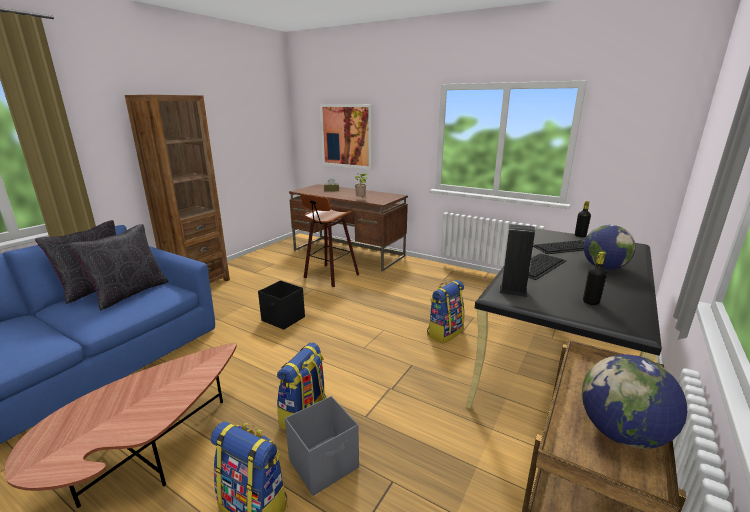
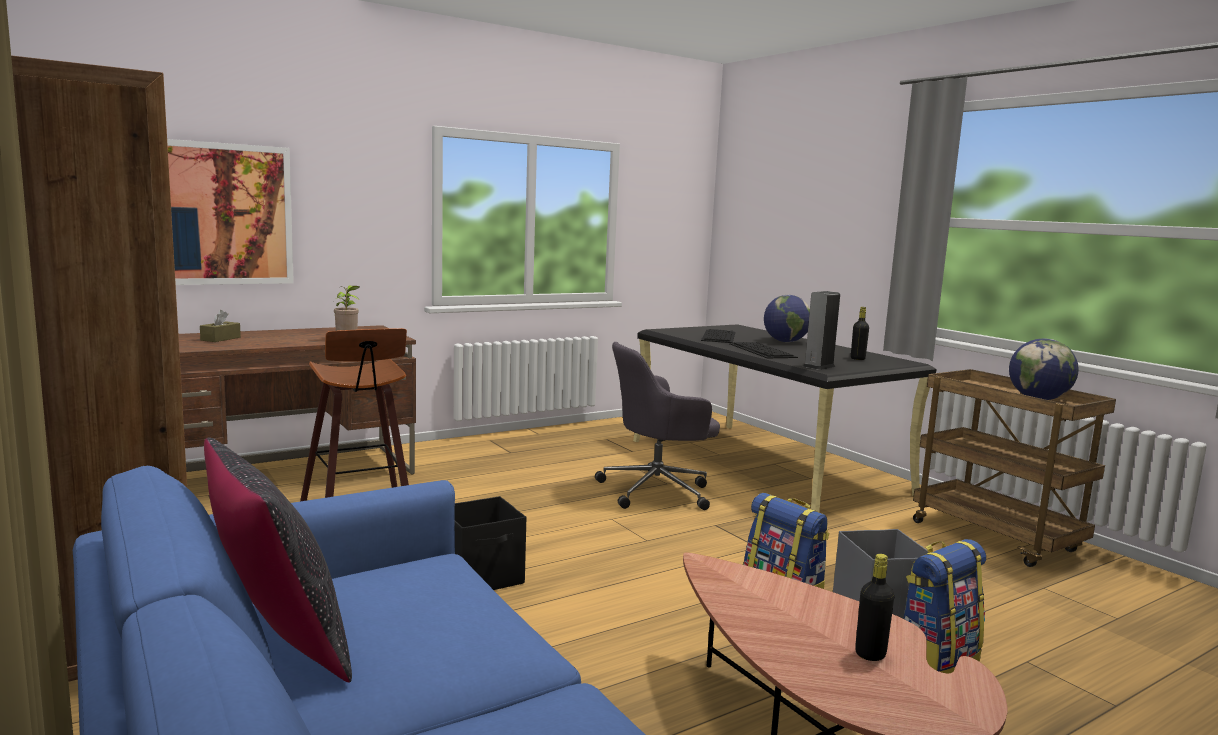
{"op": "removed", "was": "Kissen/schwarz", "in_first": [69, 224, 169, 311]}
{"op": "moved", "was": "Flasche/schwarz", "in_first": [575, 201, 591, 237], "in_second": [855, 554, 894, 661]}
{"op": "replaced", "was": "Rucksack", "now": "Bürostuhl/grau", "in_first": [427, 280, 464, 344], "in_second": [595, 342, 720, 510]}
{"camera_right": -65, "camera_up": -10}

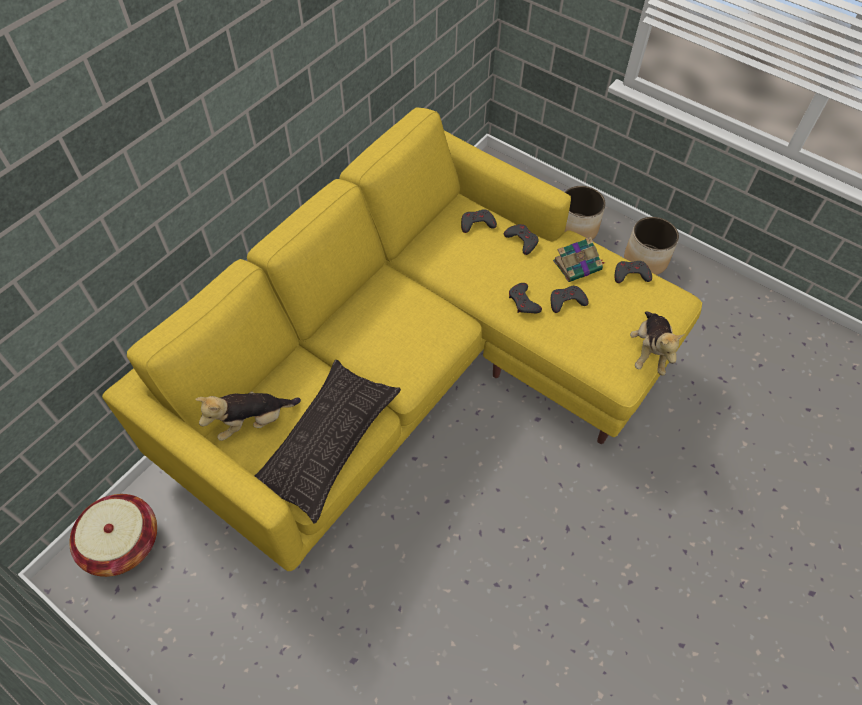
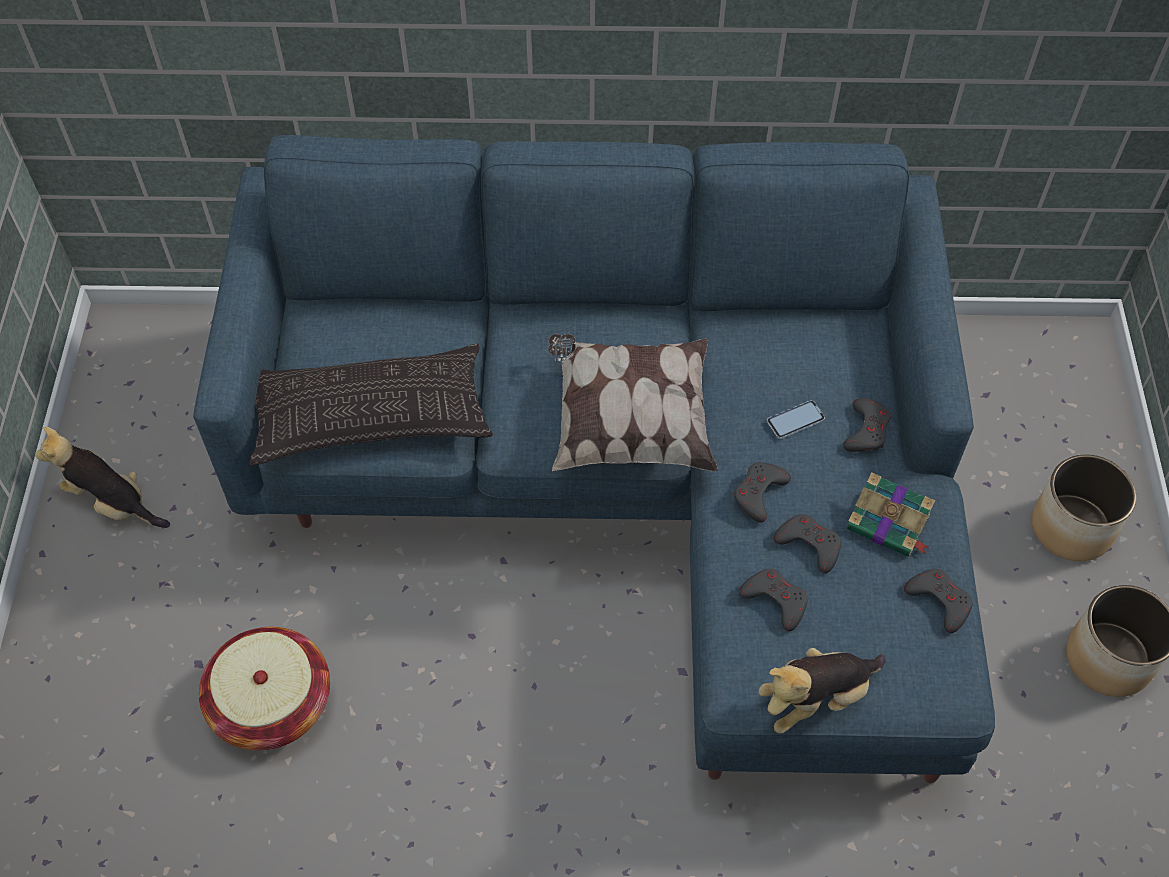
{"op": "added", "now": "Kissen", "in_second": [548, 334, 718, 472]}
{"op": "added", "now": "Handy", "in_second": [767, 400, 825, 439]}
{"op": "moved", "was": "Korb", "in_first": [69, 494, 157, 577], "in_second": [199, 627, 330, 751]}
{"op": "moved", "was": "Plüschtier", "in_first": [195, 392, 301, 441], "in_second": [35, 427, 170, 528]}
{"op": "moved", "was": "Gamepad/grau", "in_first": [461, 209, 497, 233], "in_second": [739, 569, 807, 631]}
{"op": "recoloured", "was": "Sofa/gelb", "now": "Sofa/blau", "in_first": [102, 108, 702, 571], "in_second": [193, 135, 995, 783]}
{"camera_right": 55, "camera_up": 0}

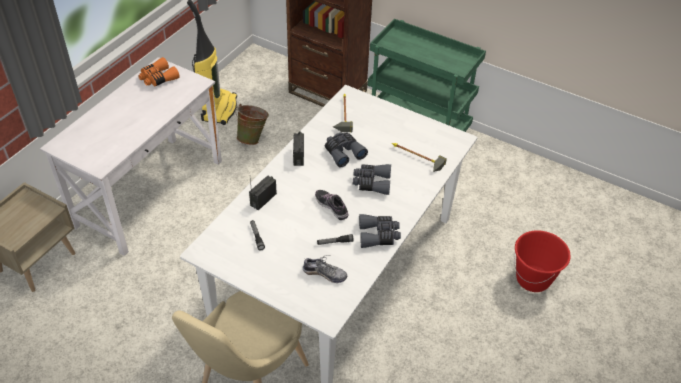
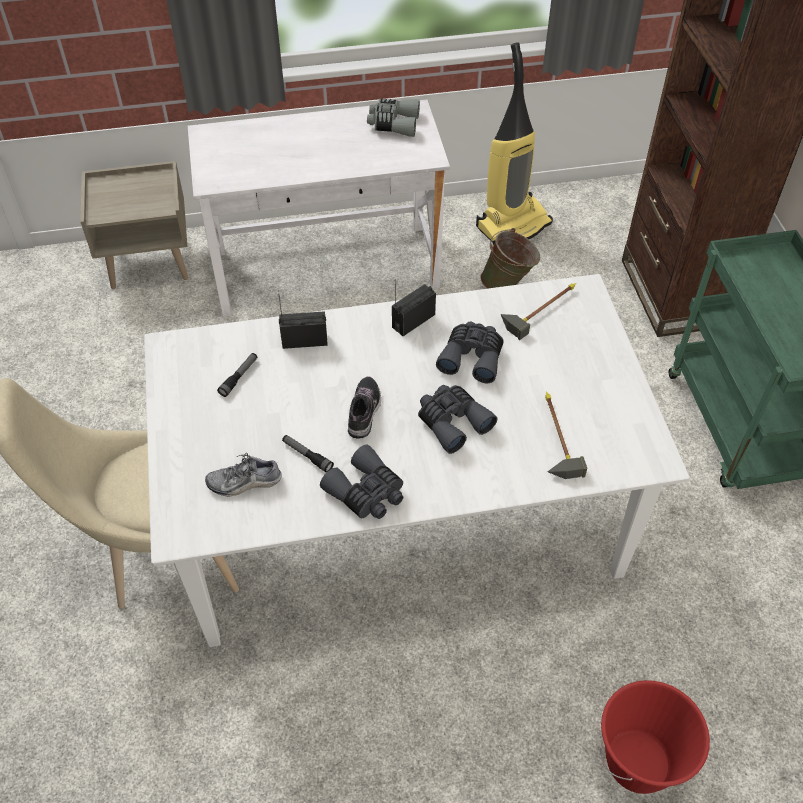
{"op": "recoloured", "was": "Fernglas/orange", "now": "Fernglas/grau", "in_first": [138, 57, 180, 86], "in_second": [367, 99, 420, 137]}
{"op": "turned", "was": "Schuh", "in_first": [303, 255, 347, 283], "in_second": [205, 453, 282, 497], "clockwise": 105}
{"camera_right": 50, "camera_up": 5}

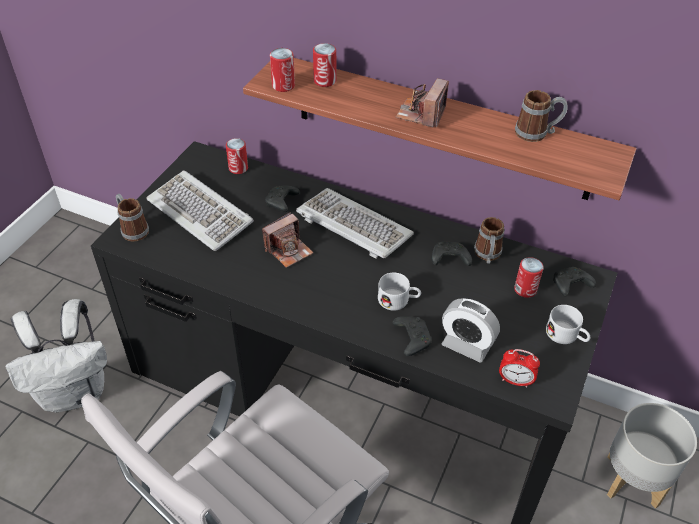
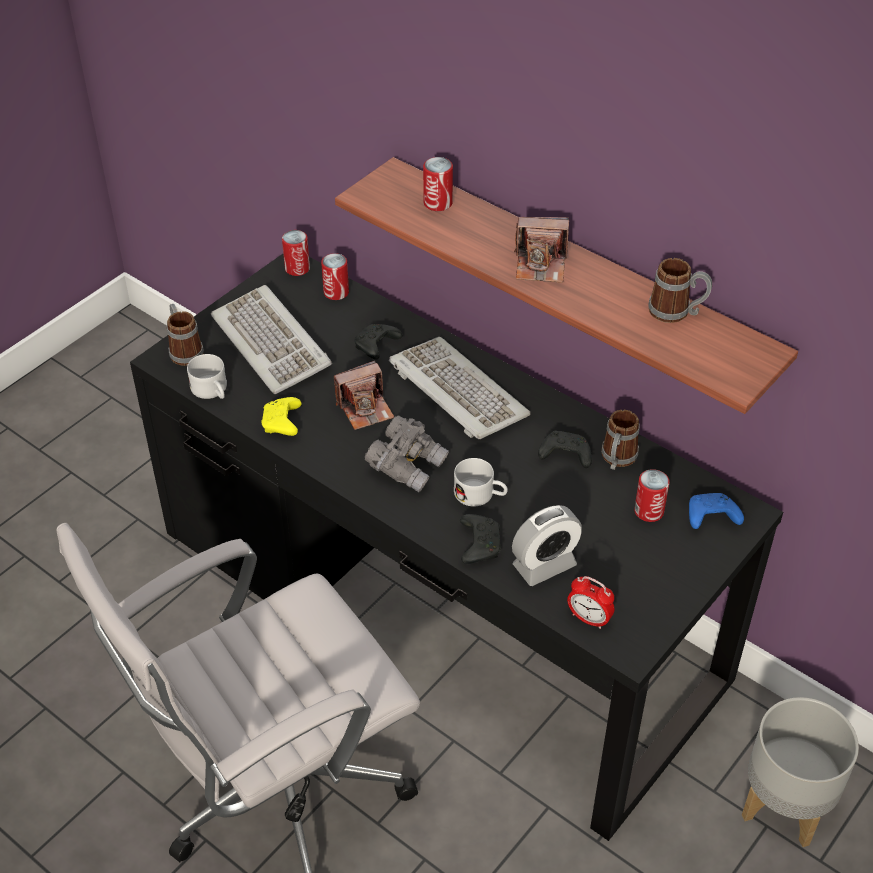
{"op": "removed", "was": "Rucksack/weiß", "in_first": [6, 299, 107, 412]}
{"op": "added", "now": "Gamepad/gelb", "in_second": [261, 397, 302, 436]}
{"op": "added", "now": "Fernglas/grau", "in_second": [364, 415, 449, 492]}
{"op": "moved", "was": "Dose", "in_first": [270, 48, 295, 92], "in_second": [282, 230, 310, 276]}
{"op": "moved", "was": "Henkelbecher/weiß", "in_first": [546, 305, 591, 344], "in_second": [187, 354, 227, 399]}
{"op": "recoloured", "was": "Gamepad/schwarz", "now": "Gamepad/blau", "in_first": [553, 267, 596, 297], "in_second": [689, 493, 744, 529]}
{"op": "turned", "was": "Kamera", "in_first": [396, 78, 449, 128], "in_second": [514, 217, 569, 283], "clockwise": -120}
{"op": "turned", "was": "Wecker", "in_first": [441, 298, 500, 363], "in_second": [512, 505, 582, 586], "clockwise": -75}
{"camera_right": 15, "camera_up": 0}

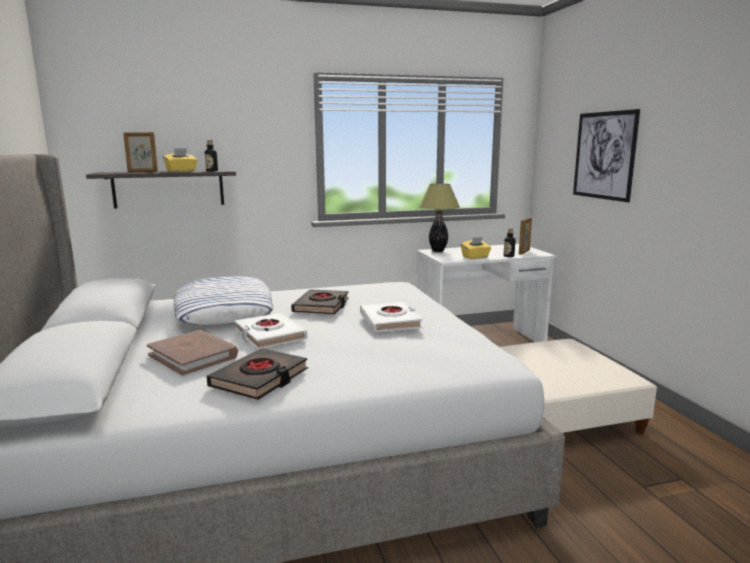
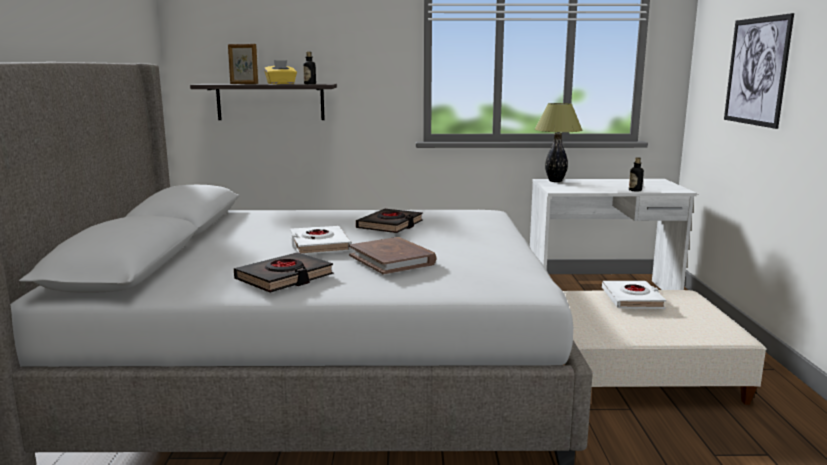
{"op": "removed", "was": "Kissen", "in_first": [174, 276, 274, 326]}
{"op": "removed", "was": "Taschentuchbox/gelb", "in_first": [460, 237, 491, 259]}
{"op": "removed", "was": "Bilderrahmen", "in_first": [519, 218, 532, 255]}
{"op": "moved", "was": "Buch/braun", "in_first": [147, 330, 238, 376], "in_second": [349, 237, 436, 274]}
{"op": "moved", "was": "Buch/weiß", "in_first": [360, 302, 423, 332], "in_second": [602, 281, 666, 309]}
{"camera_right": 15, "camera_up": 0}

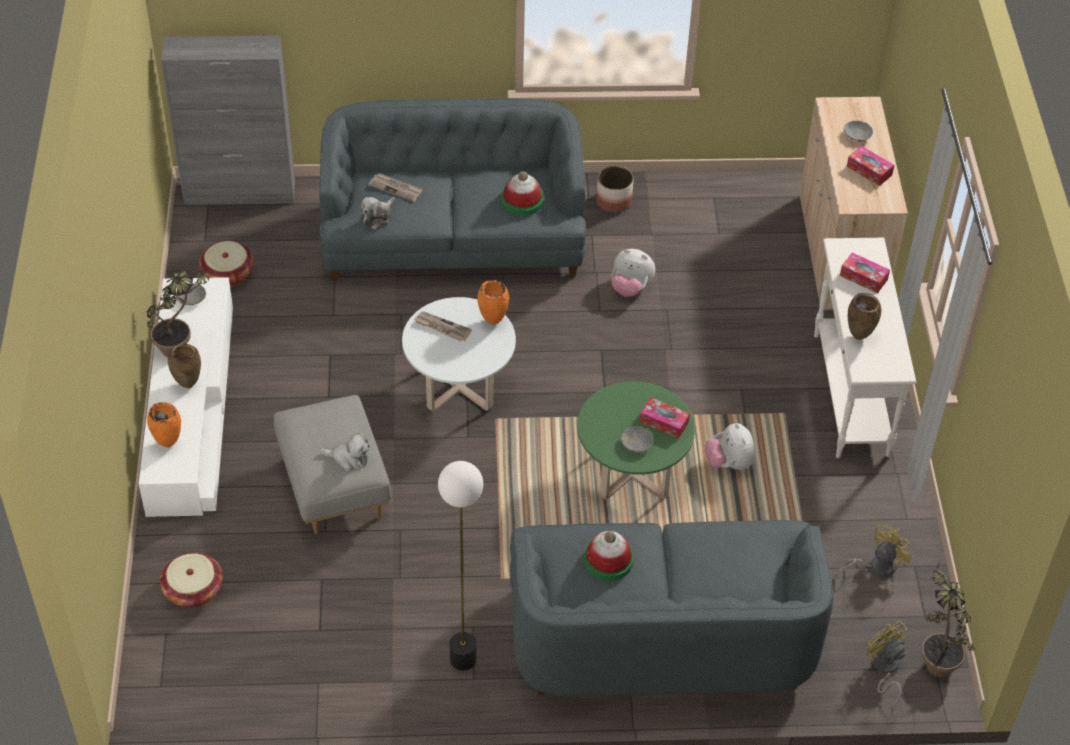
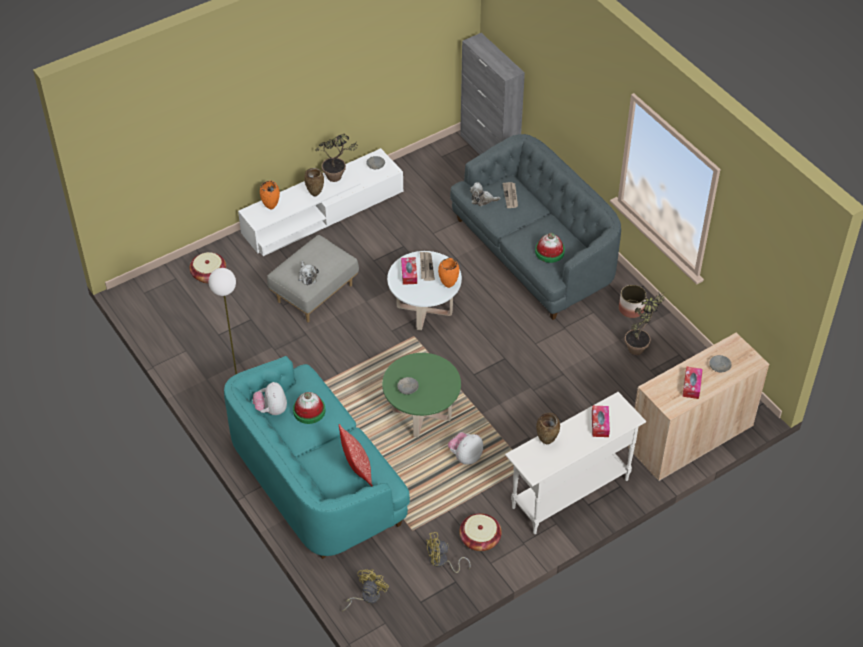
{"op": "added", "now": "Kissen", "in_second": [339, 424, 373, 487]}
{"op": "moved", "was": "Korb", "in_first": [199, 241, 254, 287], "in_second": [459, 513, 502, 551]}
{"op": "moved", "was": "Plüschtier", "in_first": [611, 249, 655, 297], "in_second": [253, 382, 287, 415]}
{"op": "moved", "was": "Taschentuchbox", "in_first": [639, 397, 690, 438], "in_second": [401, 257, 417, 285]}
{"op": "moved", "was": "Topfpflanze", "in_first": [921, 561, 975, 677], "in_second": [625, 292, 665, 355]}
{"op": "recoloured", "was": "Sofa/grau", "now": "Sofa/türkis", "in_first": [510, 520, 833, 696], "in_second": [224, 356, 410, 559]}
{"op": "turned", "was": "Ventilator/gelb", "in_first": [838, 525, 912, 576], "in_second": [426, 532, 471, 573], "clockwise": 150}
{"camera_right": 60, "camera_up": 0}

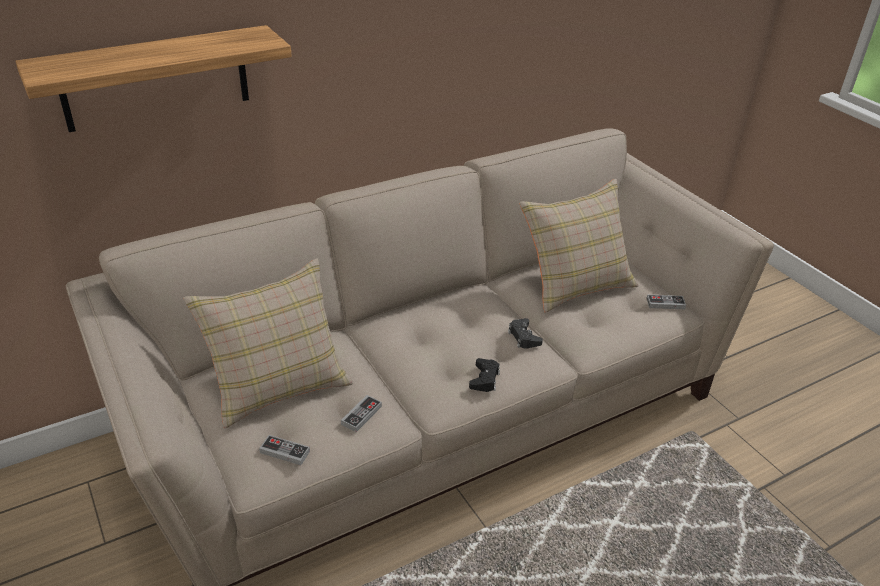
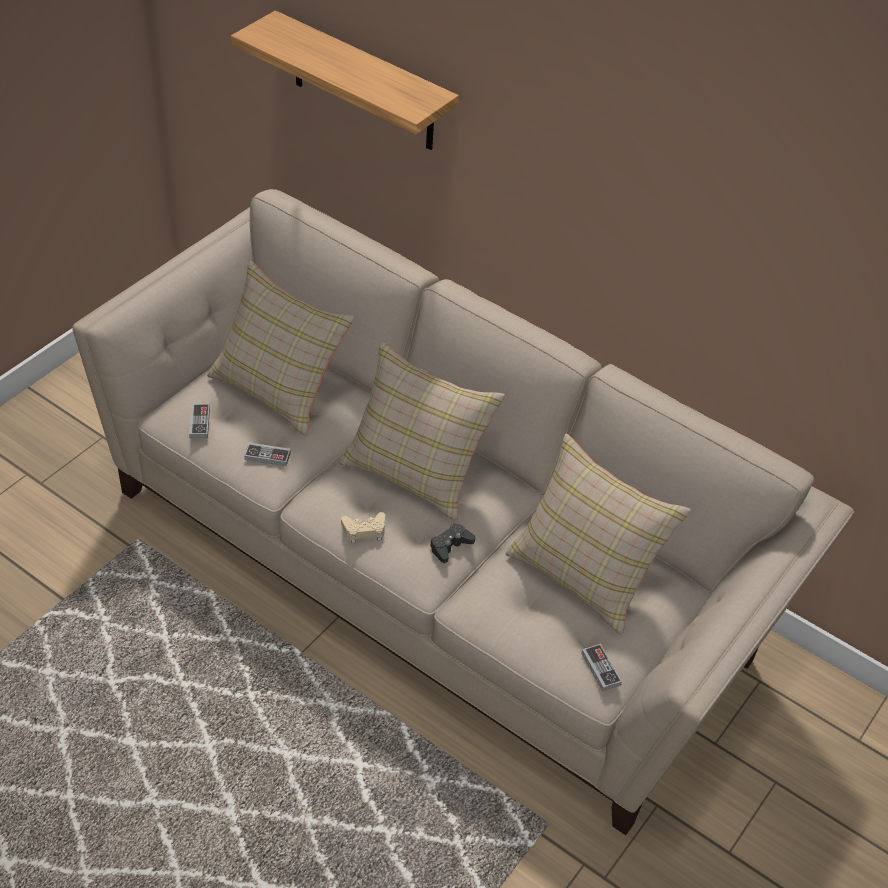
{"op": "added", "now": "Kissen/beige", "in_second": [339, 341, 505, 522]}
{"op": "recoloured", "was": "Gamepad/schwarz", "now": "Gamepad/beige", "in_first": [469, 358, 500, 392], "in_second": [341, 512, 385, 543]}
{"camera_right": 65, "camera_up": 10}

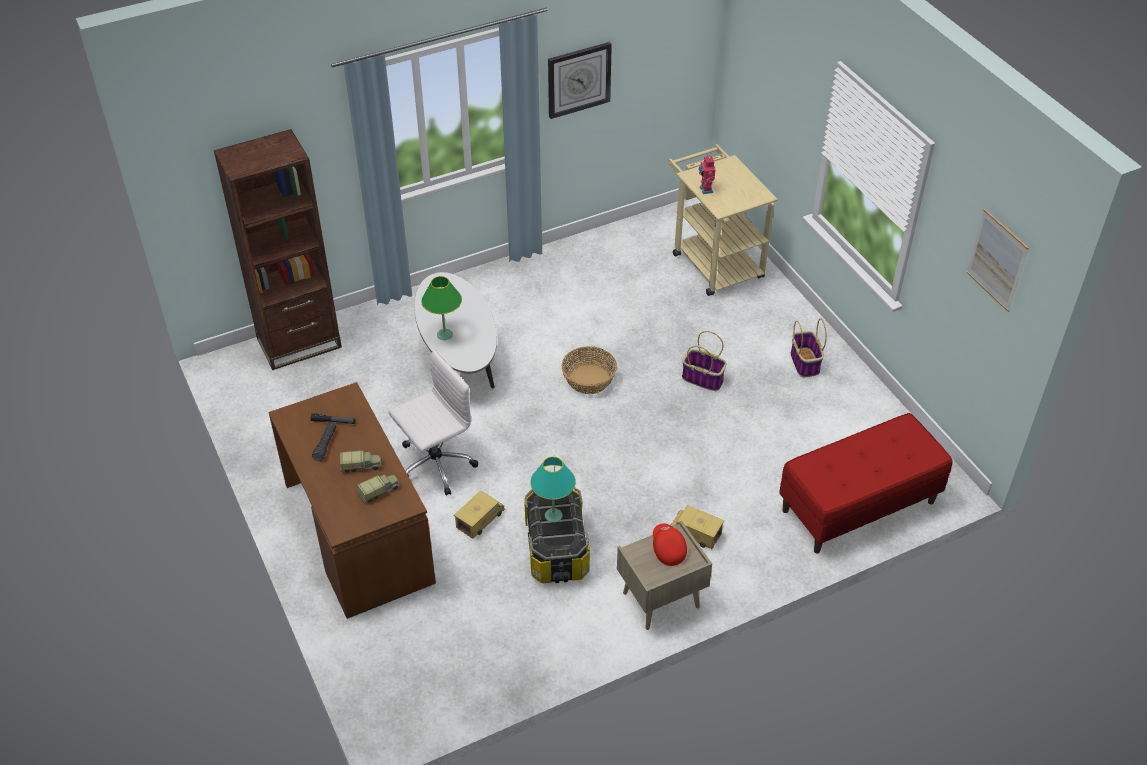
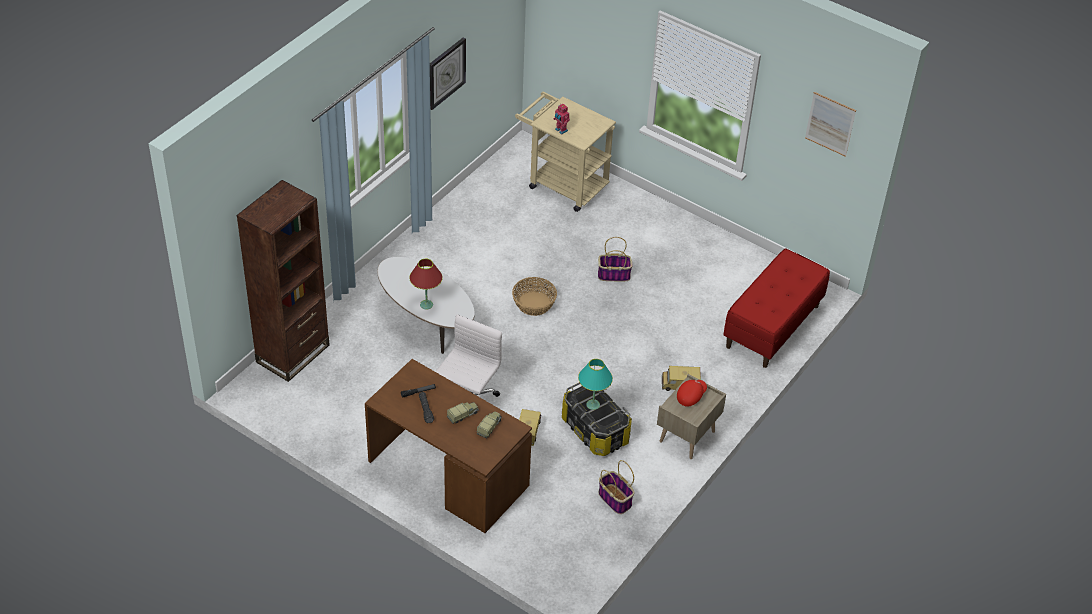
{"op": "moved", "was": "Korb", "in_first": [791, 318, 827, 378], "in_second": [598, 460, 634, 514]}
{"op": "recoloured", "was": "Tischlampe/grün", "now": "Tischlampe/rot", "in_first": [421, 276, 462, 340], "in_second": [409, 259, 443, 310]}
{"op": "turned", "was": "Kappe/rot", "in_first": [653, 523, 687, 566], "in_second": [677, 380, 707, 407], "clockwise": 90}
{"camera_right": -30, "camera_up": 0}

